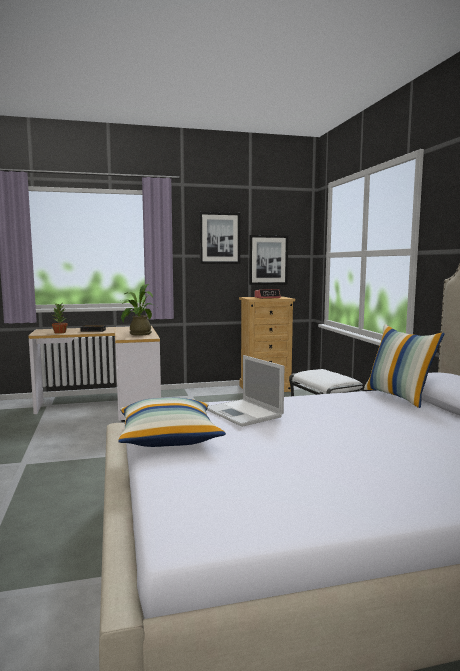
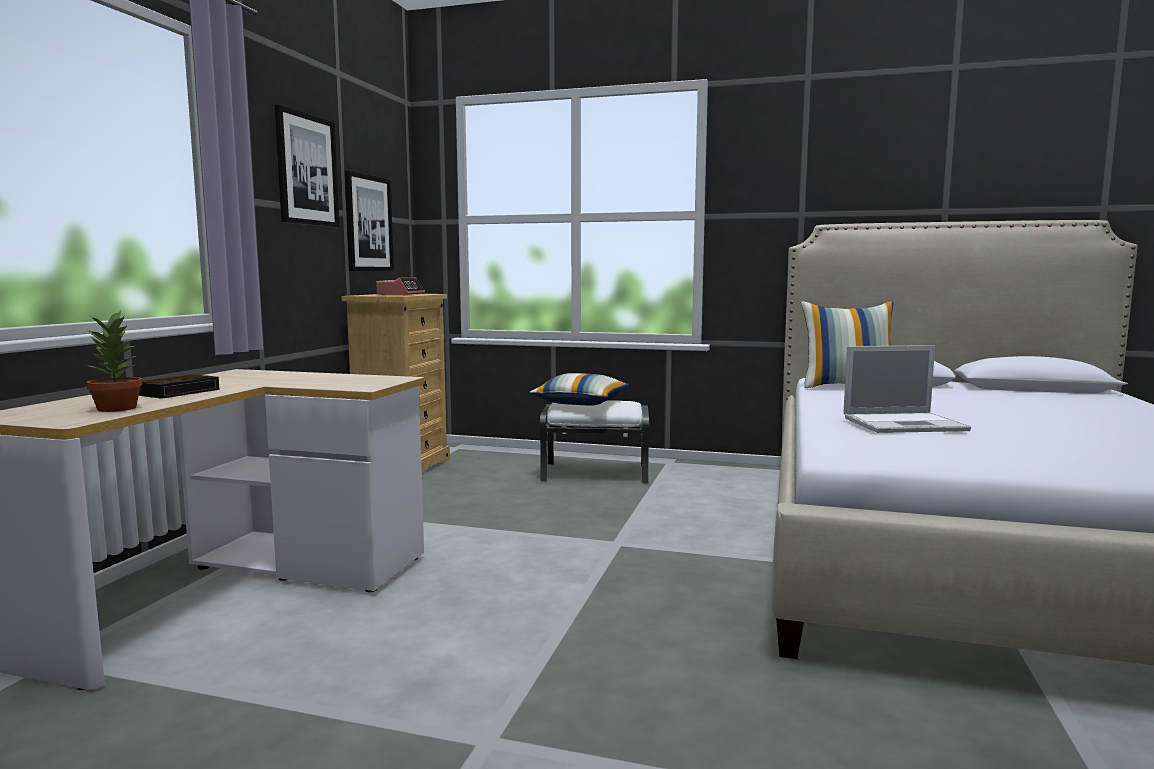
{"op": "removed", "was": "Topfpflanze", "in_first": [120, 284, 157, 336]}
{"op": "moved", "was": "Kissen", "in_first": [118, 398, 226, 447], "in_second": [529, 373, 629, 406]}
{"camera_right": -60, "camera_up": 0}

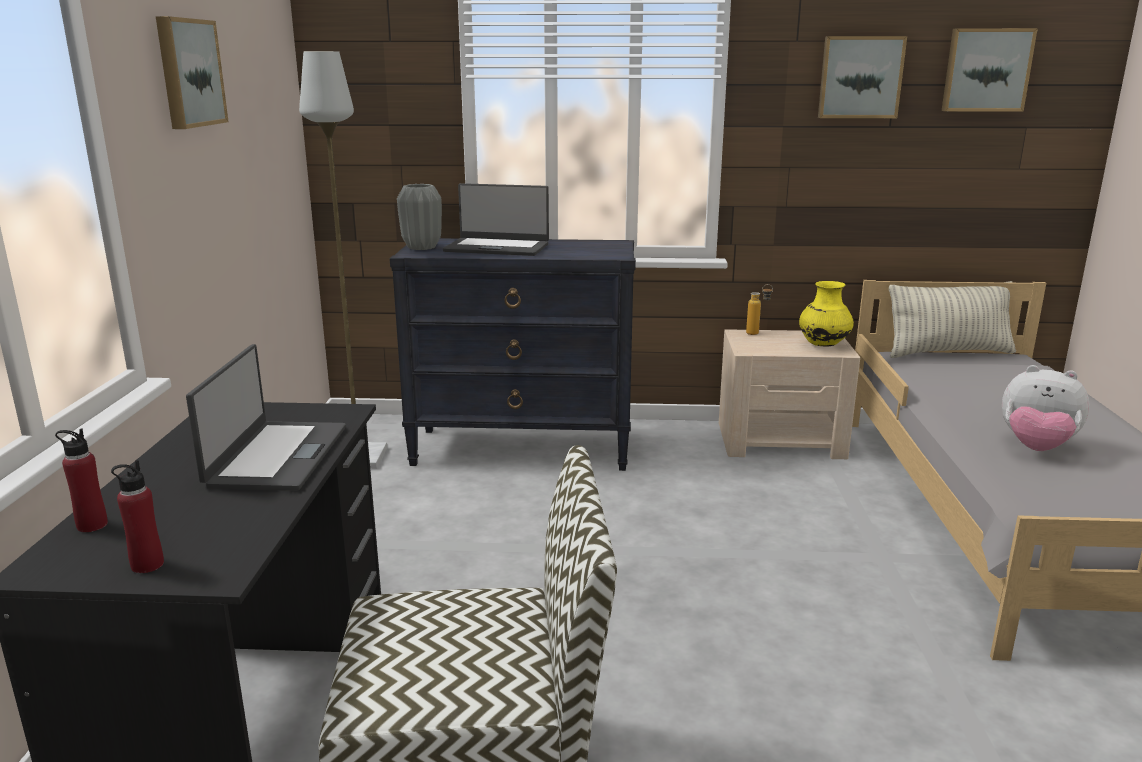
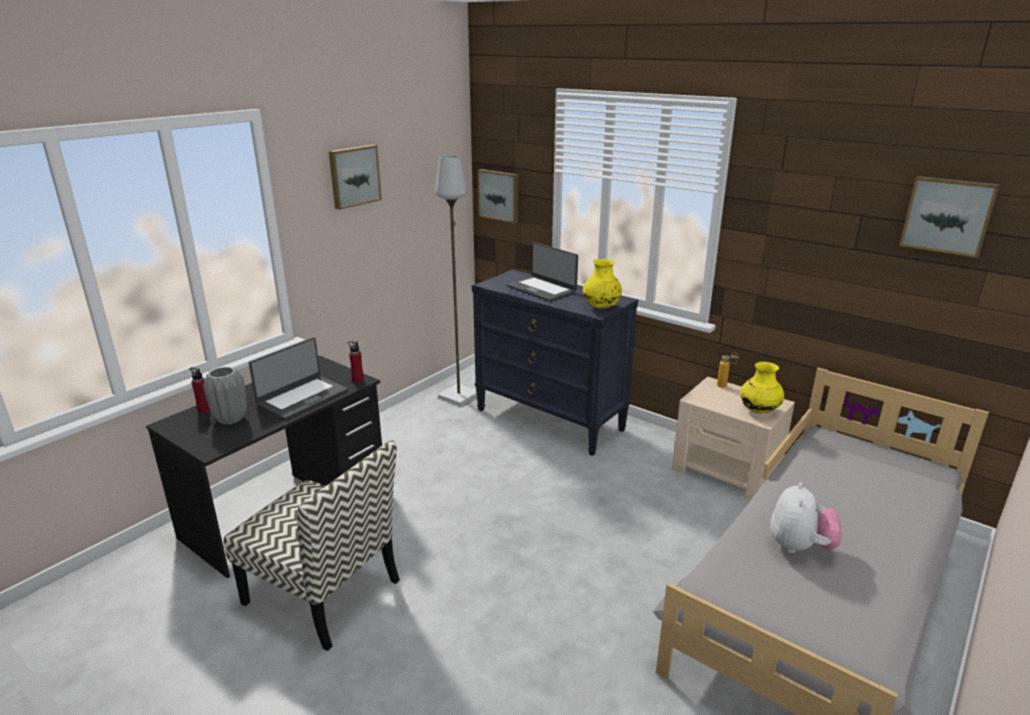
{"op": "removed", "was": "Kissen", "in_first": [889, 281, 1016, 358]}
{"op": "added", "now": "Vase/gelb", "in_second": [583, 259, 622, 309]}
{"op": "moved", "was": "Flasche/rot", "in_first": [111, 460, 164, 573], "in_second": [348, 341, 364, 383]}
{"op": "moved", "was": "Vase/grau", "in_first": [397, 184, 442, 250], "in_second": [203, 367, 247, 425]}
{"op": "moved", "was": "Bild", "in_first": [818, 36, 907, 118], "in_second": [478, 169, 518, 223]}
{"op": "turned", "was": "Plüschtier", "in_first": [1002, 365, 1090, 451], "in_second": [770, 482, 842, 553], "clockwise": -135}
{"camera_right": 35, "camera_up": 5}

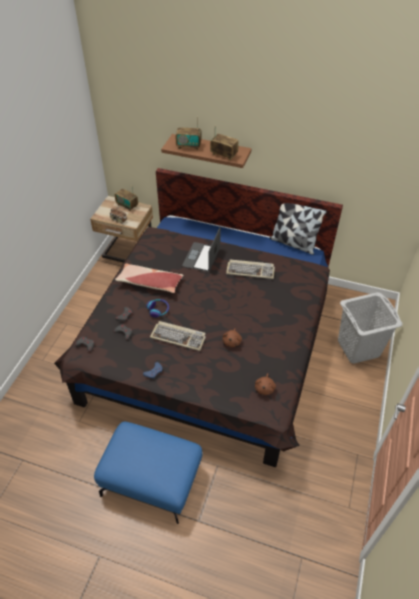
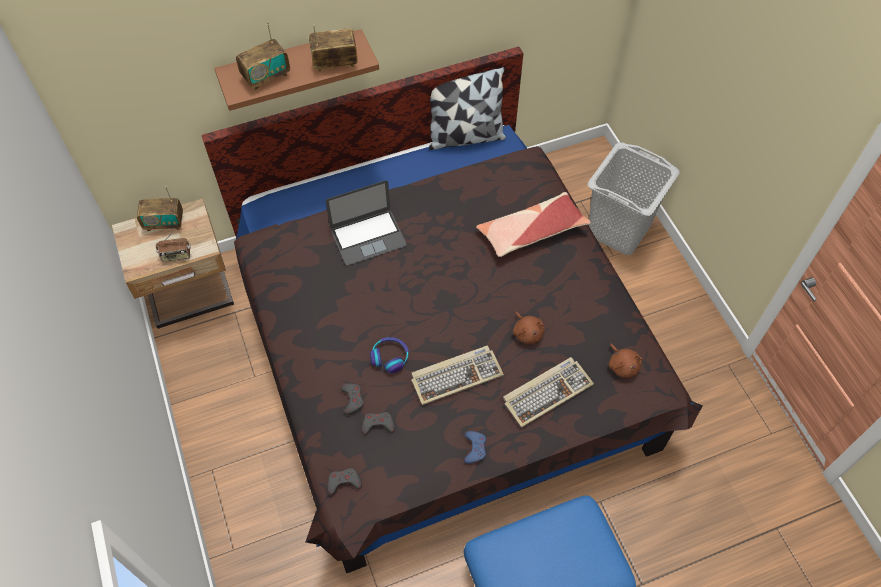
{"op": "moved", "was": "Kissen", "in_first": [115, 264, 184, 293], "in_second": [476, 192, 591, 257]}
{"op": "moved", "was": "Tastatur", "in_first": [226, 260, 275, 279], "in_second": [503, 357, 594, 428]}
{"op": "turned", "was": "Laptop", "in_first": [182, 228, 221, 272], "in_second": [326, 180, 406, 265], "clockwise": -90}
{"camera_right": -40, "camera_up": 10}

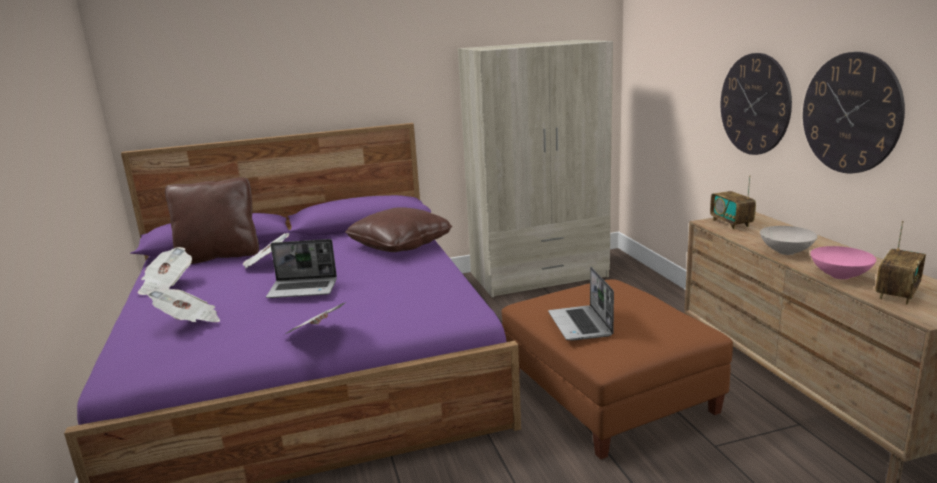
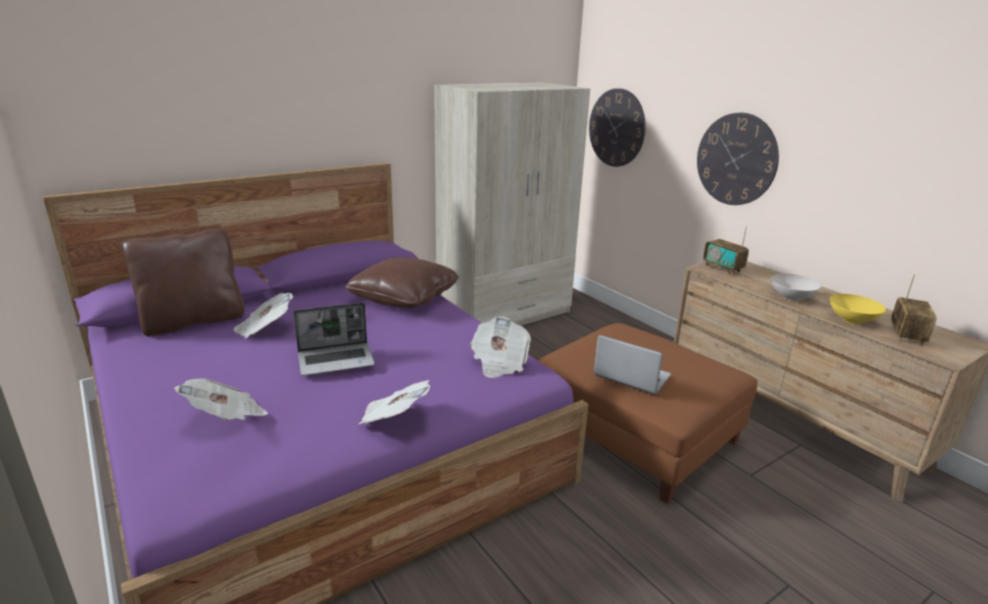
{"op": "moved", "was": "Zeitung", "in_first": [138, 247, 192, 295], "in_second": [470, 316, 531, 378]}
{"op": "moved", "was": "Wanduhr", "in_first": [803, 52, 905, 173], "in_second": [589, 88, 646, 167]}
{"op": "recoloured", "was": "Schüssel/rosa", "now": "Schüssel/gelb", "in_first": [810, 246, 876, 279], "in_second": [829, 294, 886, 324]}
{"op": "turned", "was": "Laptop", "in_first": [548, 267, 614, 341], "in_second": [594, 335, 671, 394], "clockwise": 150}
{"camera_right": -20, "camera_up": 5}

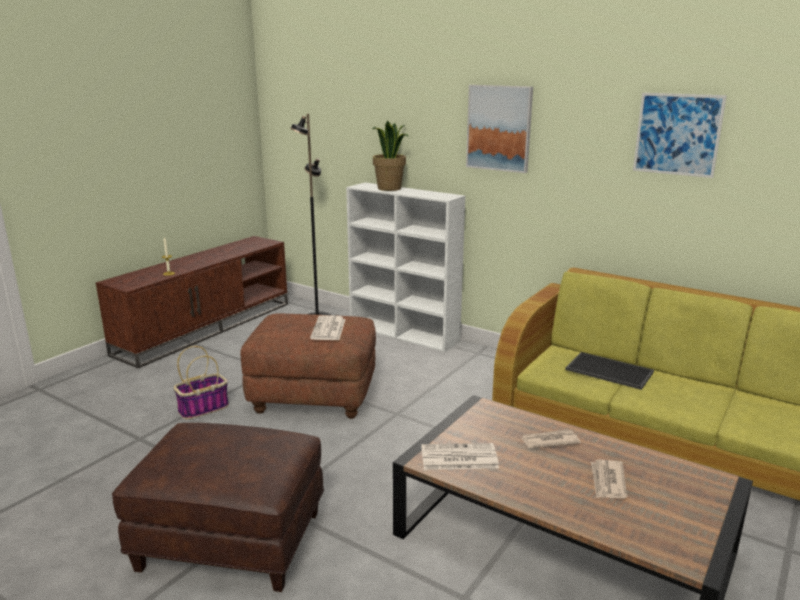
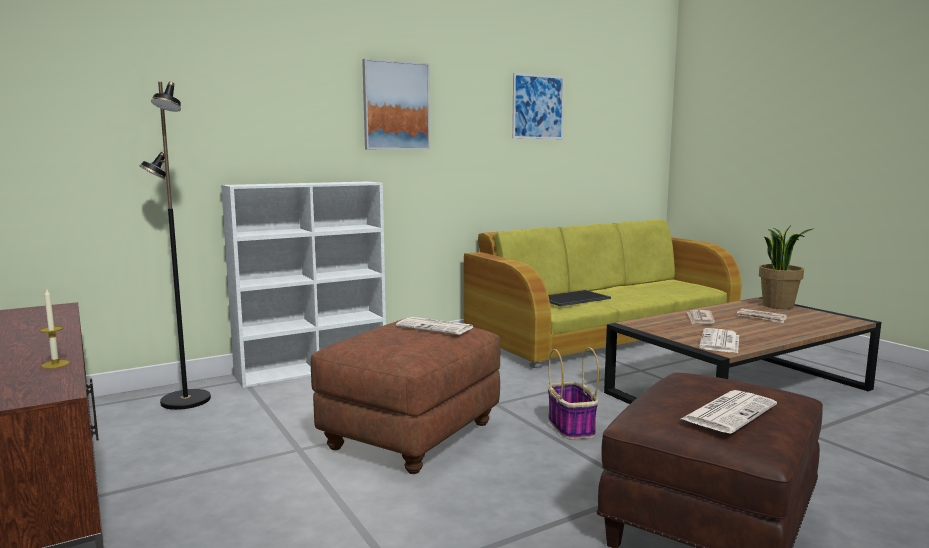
{"op": "added", "now": "Zeitung", "in_second": [681, 390, 777, 433]}
{"op": "moved", "was": "Korb", "in_first": [174, 346, 229, 419], "in_second": [548, 347, 599, 440]}
{"op": "moved", "was": "Topfpflanze", "in_first": [372, 121, 408, 191], "in_second": [759, 225, 814, 309]}
{"camera_right": -65, "camera_up": -10}

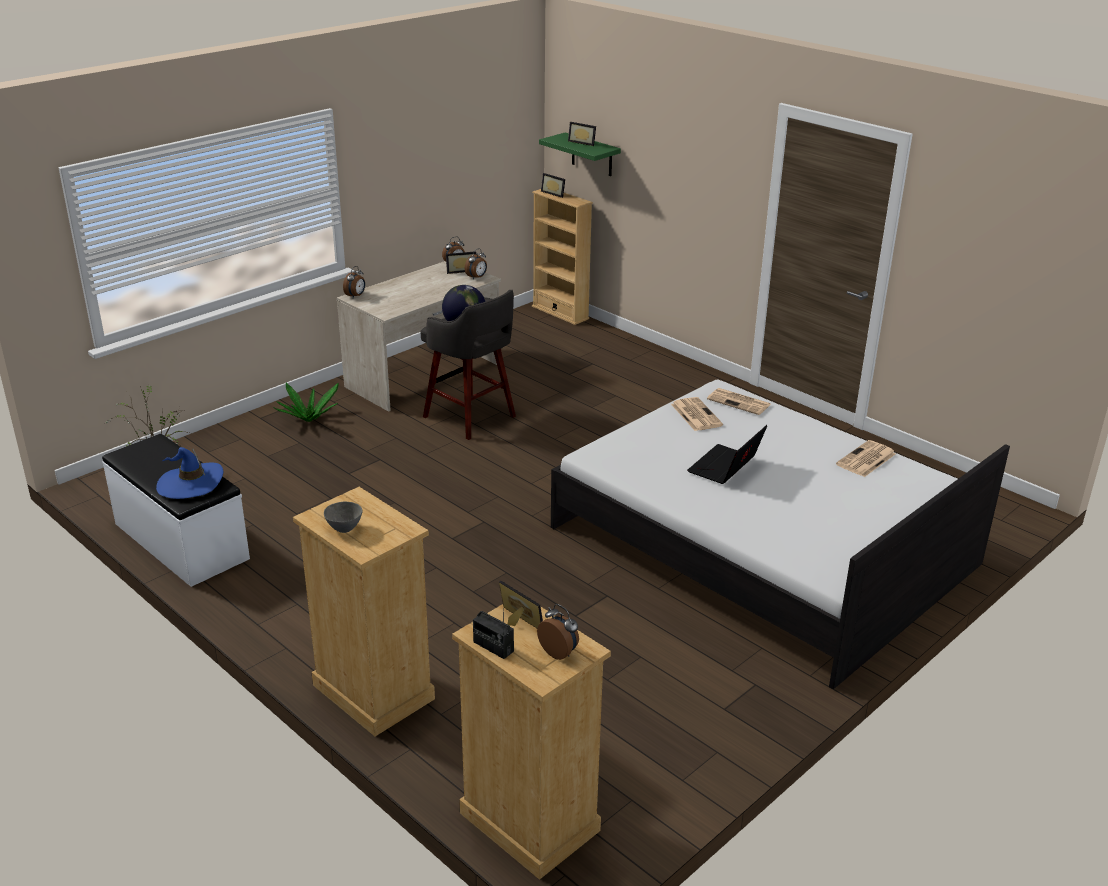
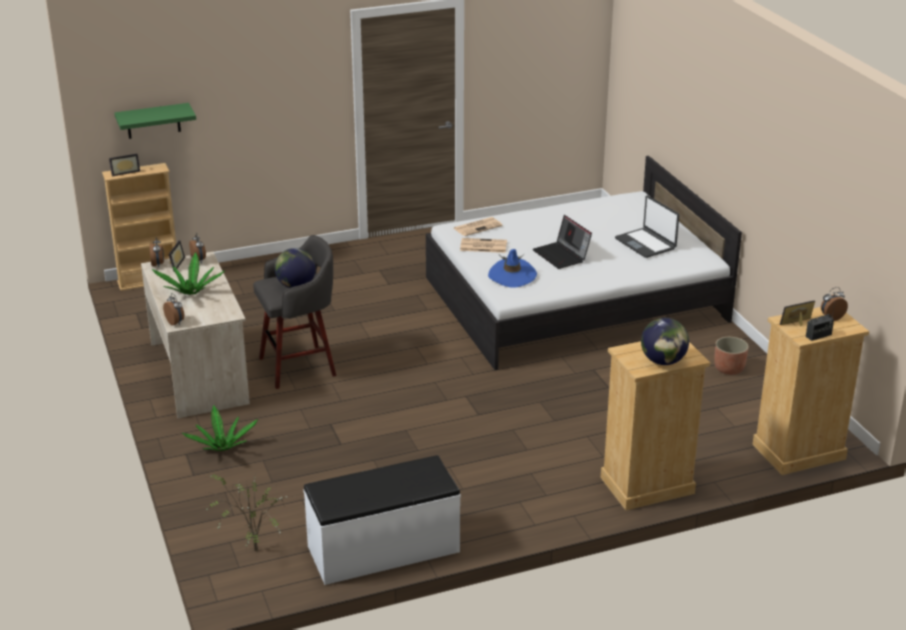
{"op": "removed", "was": "Bilderrahmen", "in_first": [568, 122, 596, 146]}
{"op": "removed", "was": "Zeitung", "in_first": [836, 440, 896, 477]}
{"op": "added", "now": "Topfpflanze", "in_second": [152, 252, 225, 295]}
{"op": "added", "now": "Laptop", "in_second": [615, 195, 679, 258]}
{"op": "added", "now": "Pflanzkübel", "in_second": [714, 337, 749, 375]}
{"op": "moved", "was": "Hut/blau", "in_first": [156, 447, 223, 499], "in_second": [488, 249, 537, 288]}
{"op": "replaced", "was": "Schüssel/grau", "now": "Globus", "in_first": [324, 502, 362, 533], "in_second": [641, 318, 689, 365]}
{"camera_right": -65, "camera_up": 0}

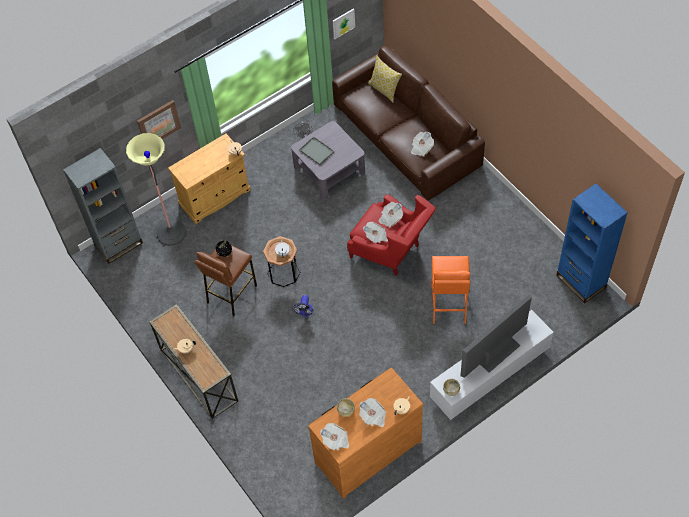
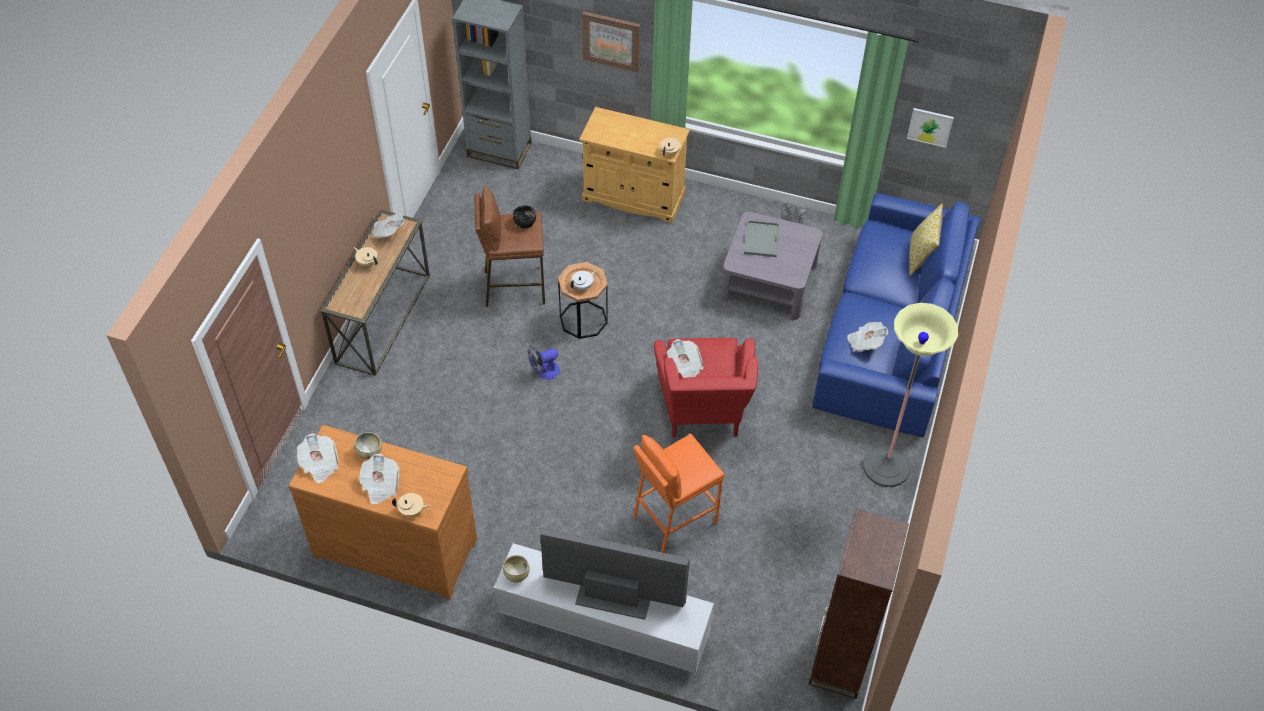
{"op": "moved", "was": "Stehlampe", "in_first": [126, 133, 186, 246], "in_second": [863, 303, 958, 487]}
{"op": "moved", "was": "Zeitung", "in_first": [378, 202, 403, 228], "in_second": [372, 213, 404, 238]}
{"op": "recoloured", "was": "Sofa/braun", "now": "Sofa/blau", "in_first": [332, 46, 485, 201], "in_second": [812, 193, 980, 438]}
{"op": "recoloured", "was": "Bücherregal/blau", "now": "Bücherregal/braun", "in_first": [557, 184, 628, 303], "in_second": [808, 509, 909, 699]}
{"camera_right": 50, "camera_up": -5}

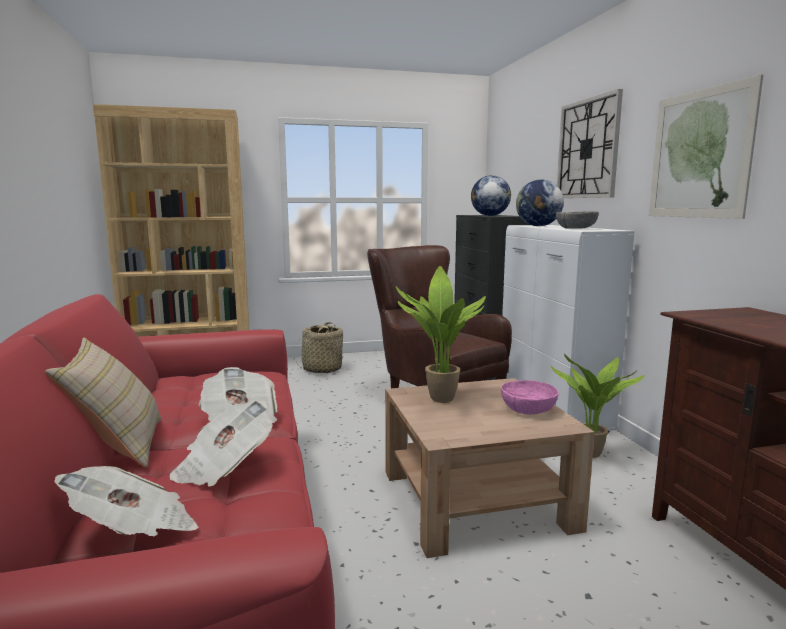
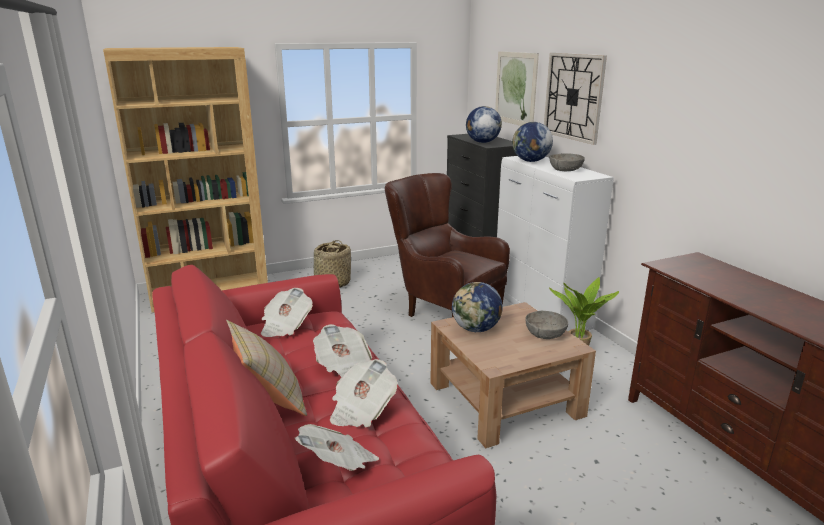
{"op": "added", "now": "Zeitung", "in_second": [261, 288, 313, 337]}
{"op": "moved", "was": "Bild", "in_first": [649, 74, 763, 219], "in_second": [495, 51, 539, 126]}
{"op": "replaced", "was": "Topfpflanze", "now": "Globus", "in_first": [396, 266, 486, 403], "in_second": [452, 282, 503, 332]}
{"op": "recoloured", "was": "Schüssel/rosa", "now": "Schüssel/grau", "in_first": [501, 380, 559, 414], "in_second": [525, 311, 568, 339]}
{"camera_right": -10, "camera_up": 10}

